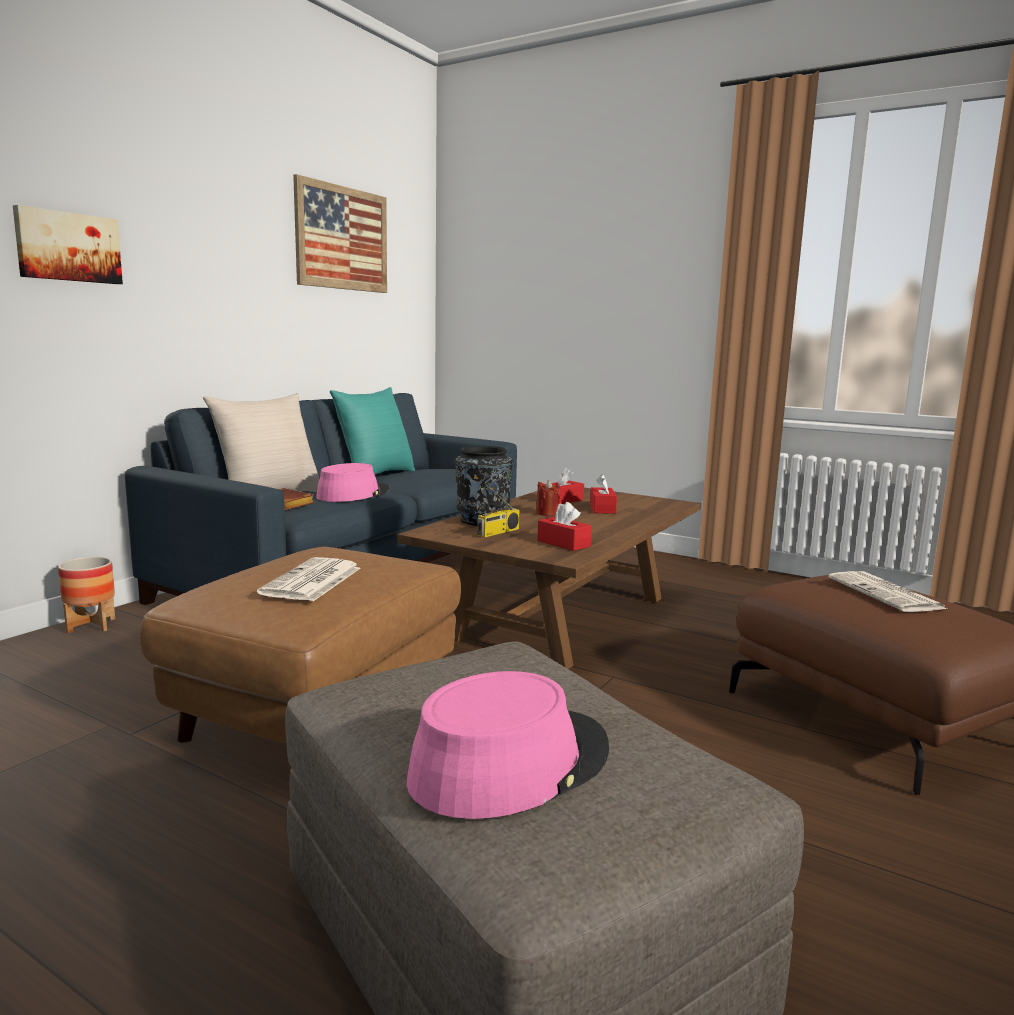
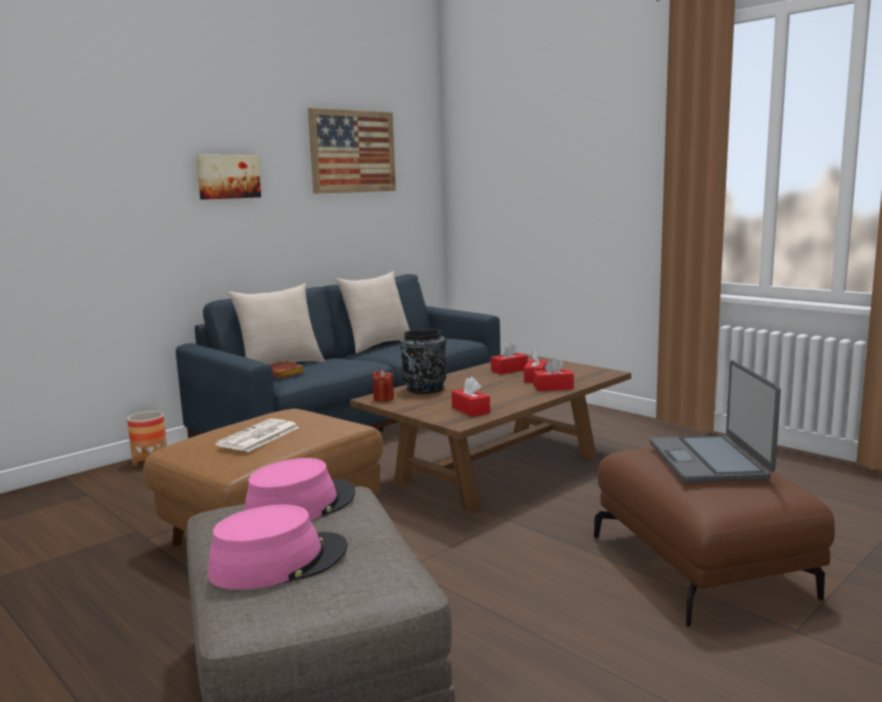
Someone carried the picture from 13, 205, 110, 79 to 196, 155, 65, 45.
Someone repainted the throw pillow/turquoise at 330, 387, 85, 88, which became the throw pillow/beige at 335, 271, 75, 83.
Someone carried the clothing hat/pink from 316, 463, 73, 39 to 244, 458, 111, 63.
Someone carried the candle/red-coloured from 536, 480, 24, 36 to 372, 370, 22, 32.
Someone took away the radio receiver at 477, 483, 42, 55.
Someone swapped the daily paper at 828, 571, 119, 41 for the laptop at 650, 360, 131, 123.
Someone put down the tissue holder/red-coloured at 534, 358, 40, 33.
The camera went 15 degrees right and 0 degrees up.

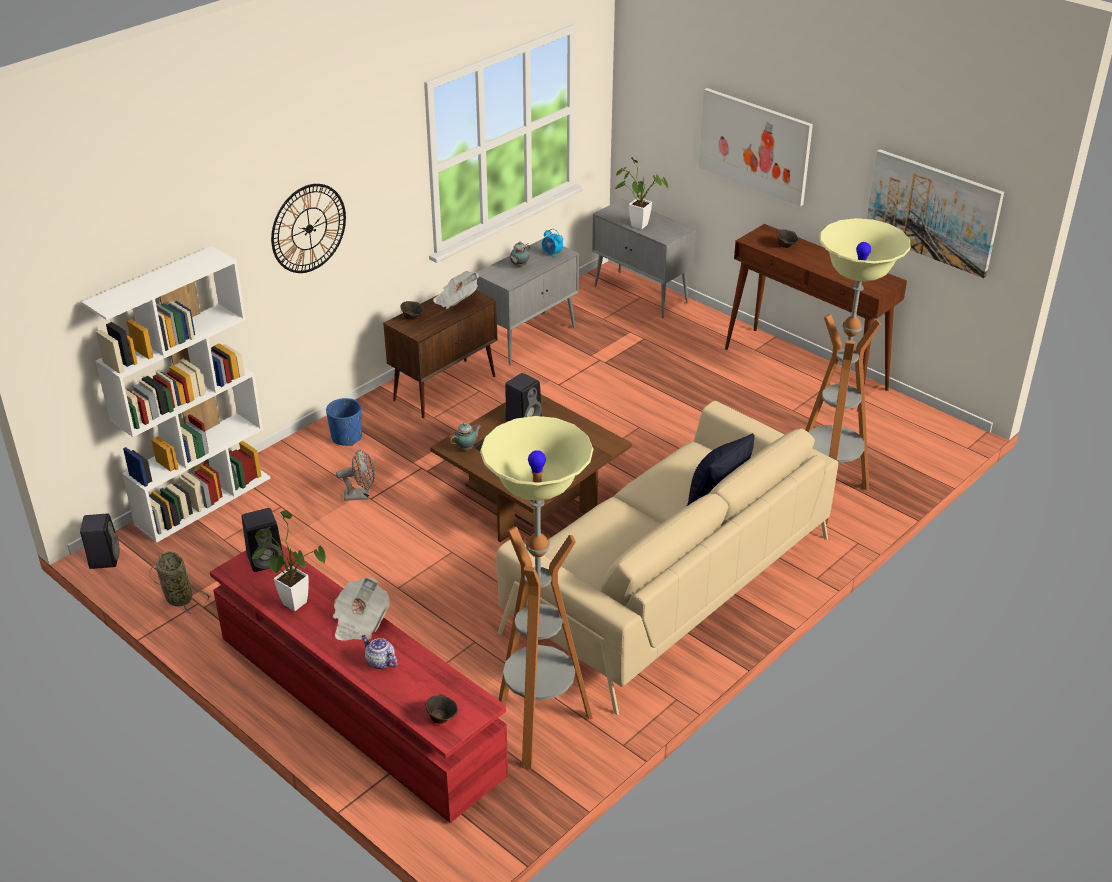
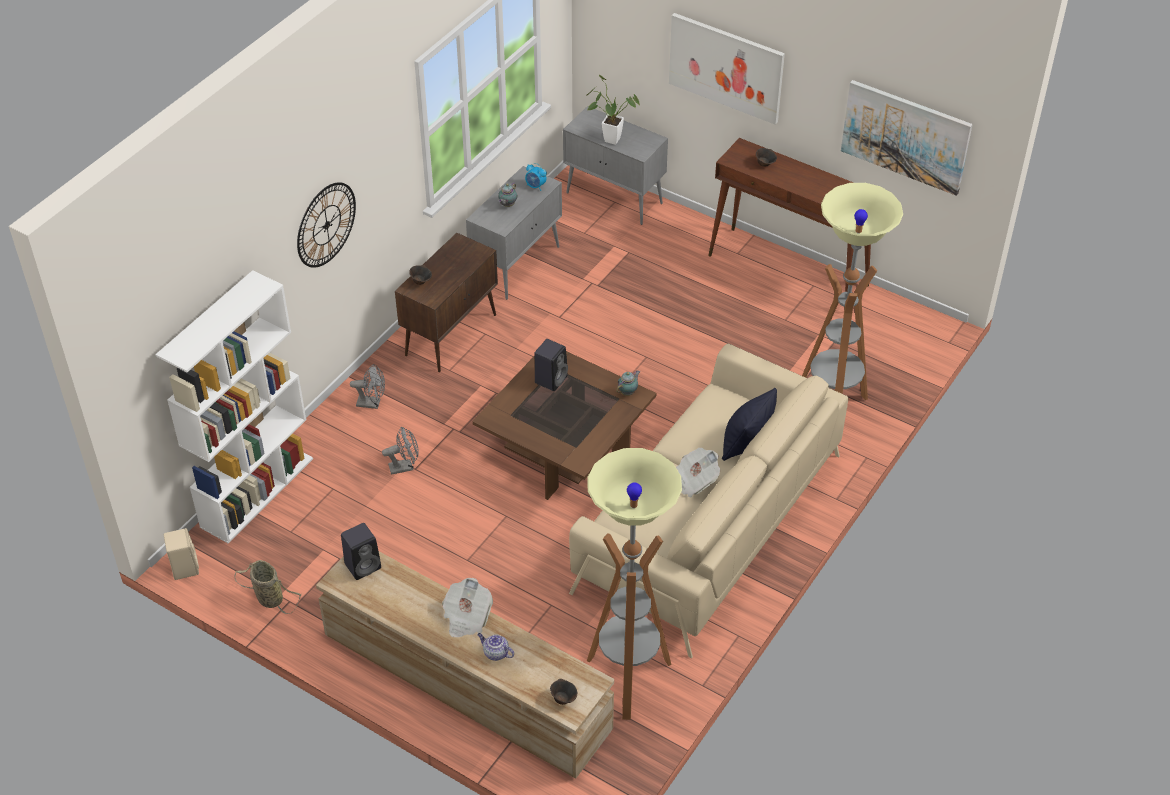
Someone carried the daily paper from 433, 271, 46, 38 to 676, 448, 44, 50.
Someone swapped the planter/blue at 326, 398, 36, 48 for the cooling fan/gray at 350, 364, 35, 45.
Someone carried the teapot from 450, 423, 31, 27 to 616, 370, 24, 26.
Someone took away the potted plant at 252, 510, 74, 101.
Someone repainted the speaker/blackish at 80, 514, 40, 55, which became the speaker/beige at 164, 528, 35, 52.
Someone repainted the tv stand/red-coloured at 210, 544, 298, 279, which became the tv stand/beige at 316, 552, 298, 227.
The camera went 10 degrees left and 10 degrees up.

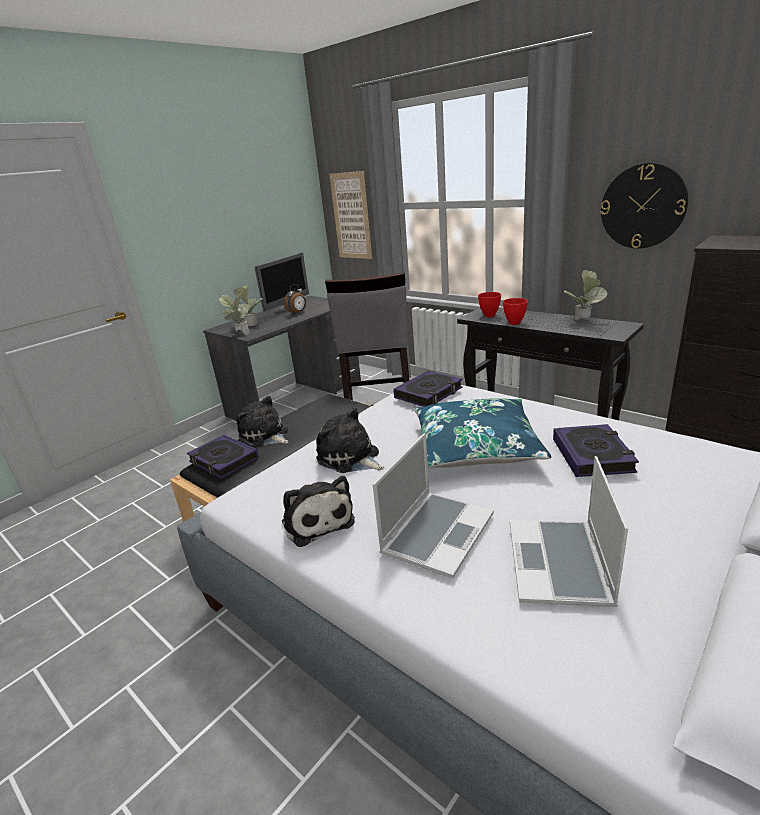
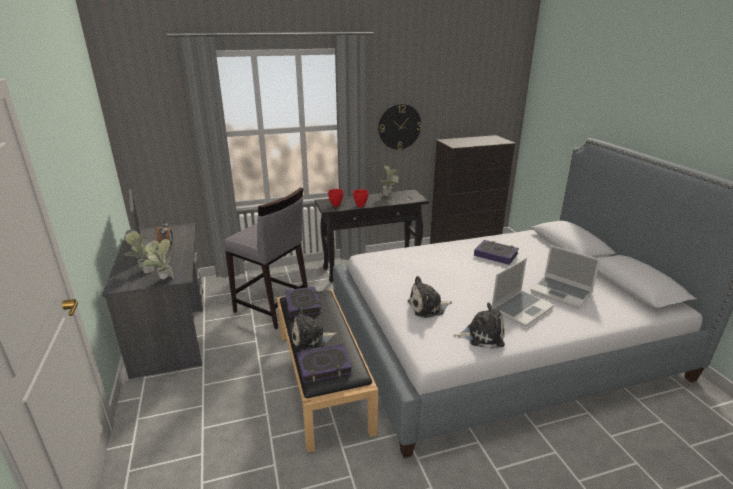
Someone took away the picture at 330, 171, 42, 88.
Someone carried the book from 394, 370, 69, 37 to 285, 287, 36, 31.
Someone took away the throw pillow/blue at 414, 398, 137, 70.
Someone rotated the laptop at 372, 433, 122, 145 by 75 degrees clockwise.
The camera went 60 degrees left and 0 degrees up.

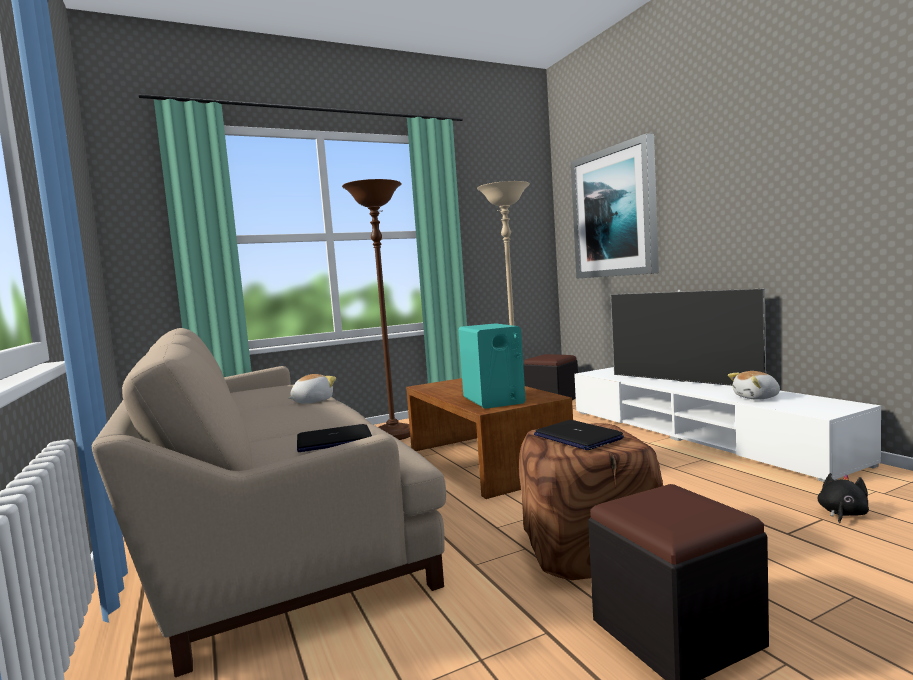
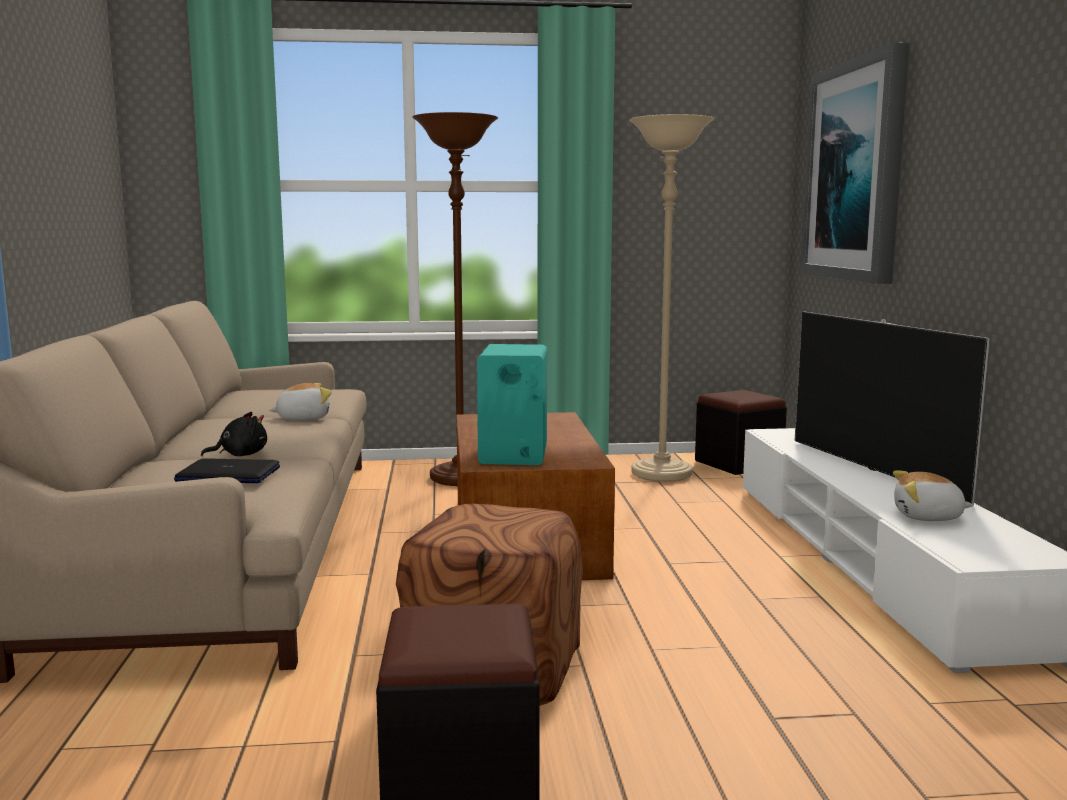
Someone took away the laptop at 534, 420, 90, 30.
Someone carried the plush toy/blackish from 818, 473, 51, 50 to 201, 412, 66, 44.
The camera went 20 degrees right and 5 degrees up.

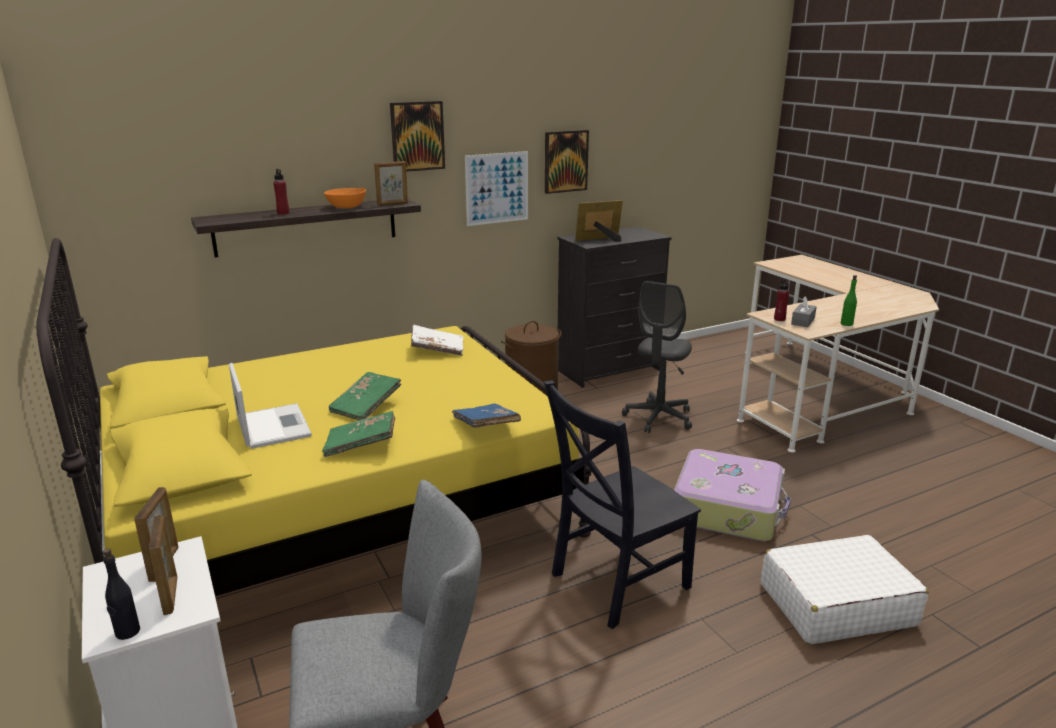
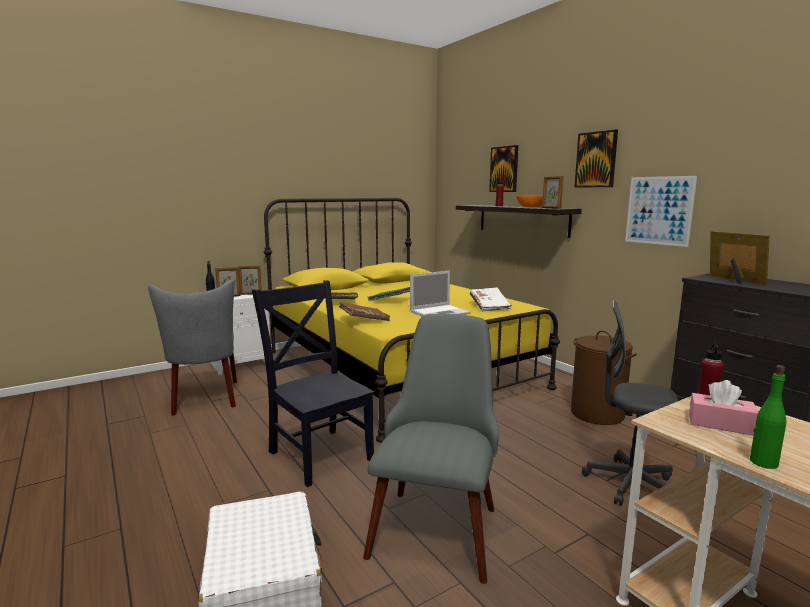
Someone carried the picture from 545, 130, 44, 64 to 489, 145, 29, 47.
Someone repainted the tissue holder/gray at 791, 296, 26, 31, which became the tissue holder/pink at 689, 380, 69, 56.
Someone carried the laptop from 229, 363, 83, 86 to 410, 271, 61, 45.
Someone repainted the book/blue at 452, 404, 69, 24, which became the book/brown-coloured at 339, 302, 51, 19.
Someone swapped the piece of luggage at 674, 449, 117, 92 for the chair/gray at 363, 314, 136, 270.
The camera went 85 degrees right and 10 degrees down.

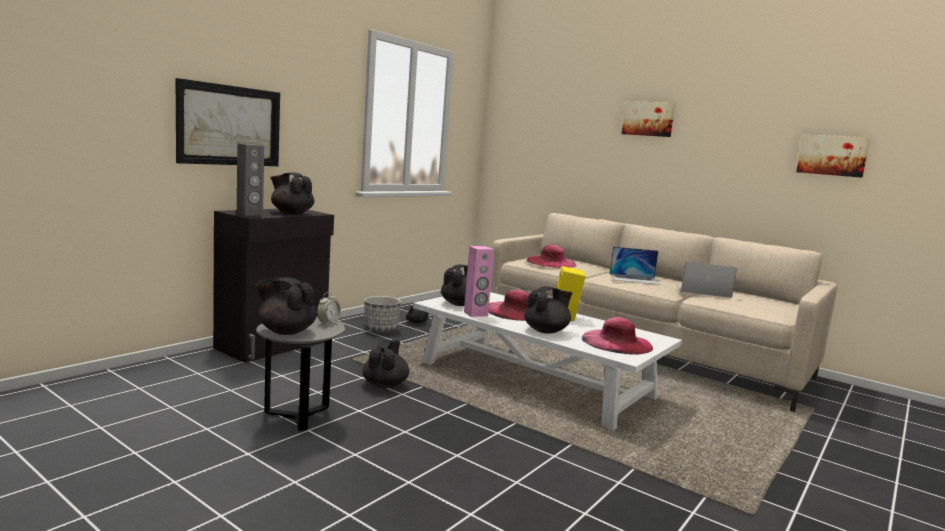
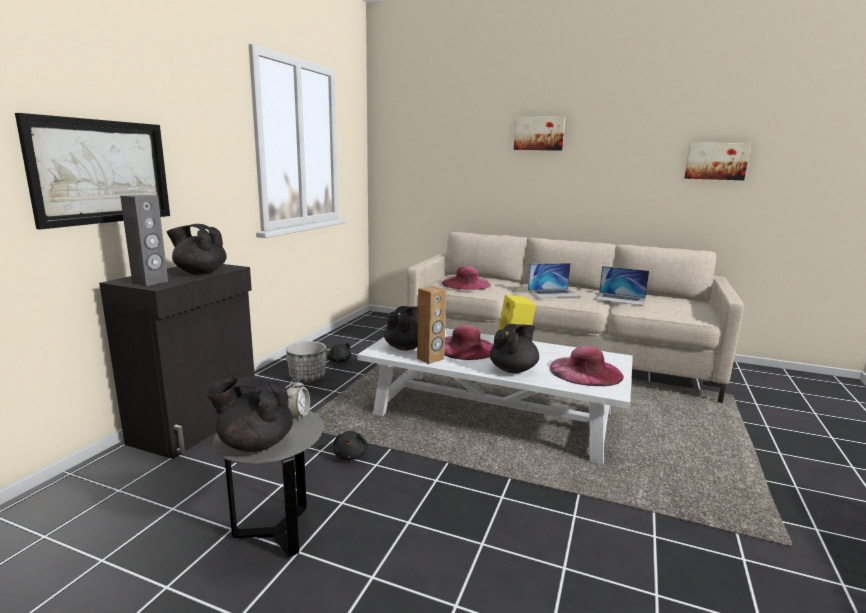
Someone repainted the speaker/pink at 464, 246, 30, 71, which became the speaker/brown-coloured at 417, 286, 29, 78.
Someone rotated the laptop at 677, 261, 60, 37 by 150 degrees counterclockwise.
Someone swapped the teapot/blackish at 362, 340, 47, 48 for the plush toy/blackish at 333, 431, 35, 29.
The camera went 15 degrees left and 5 degrees up.

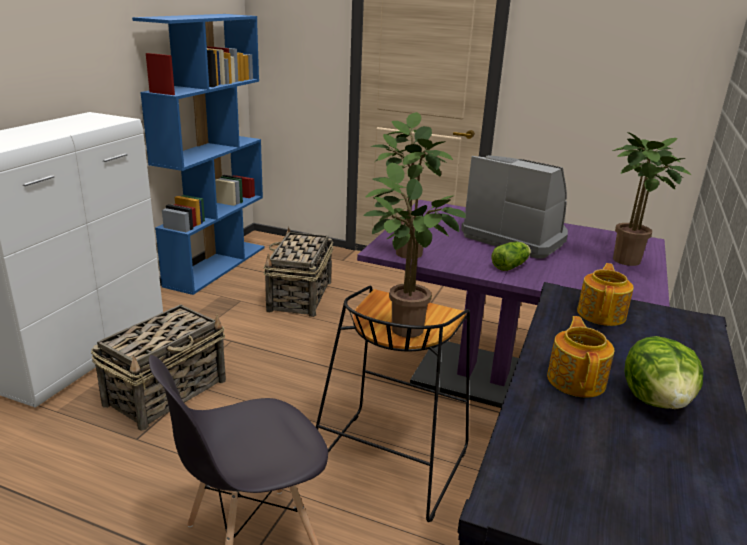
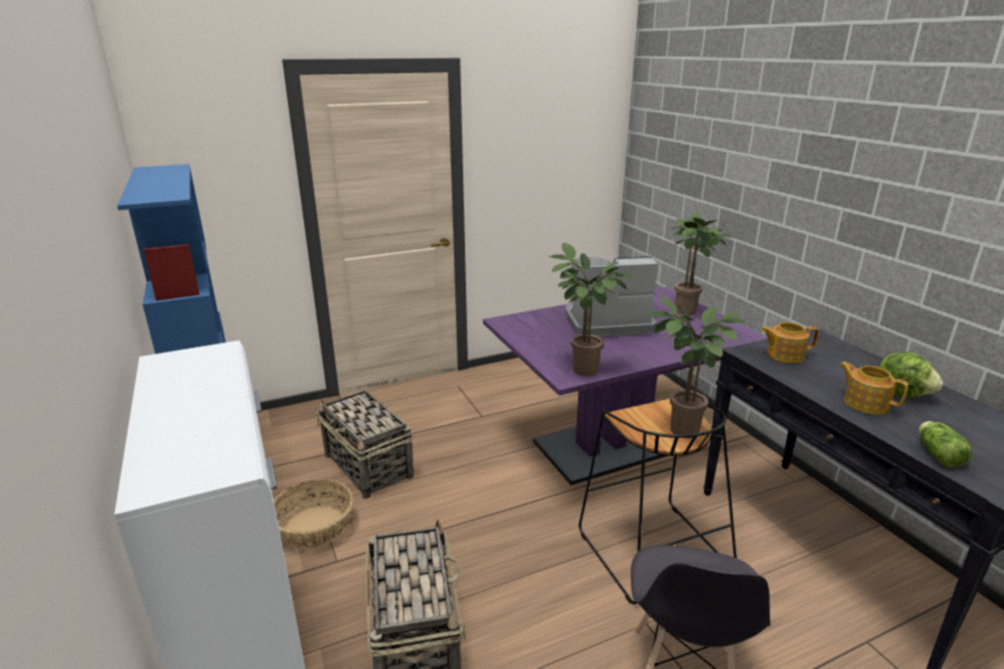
Someone carried the lettuce from 491, 242, 40, 29 to 919, 421, 53, 46.
Someone rotated the teapot at 577, 263, 57, 63 by 60 degrees counterclockwise.
Someone put down the storage basket at 274, 479, 79, 70.
The camera went 45 degrees left and 0 degrees up.

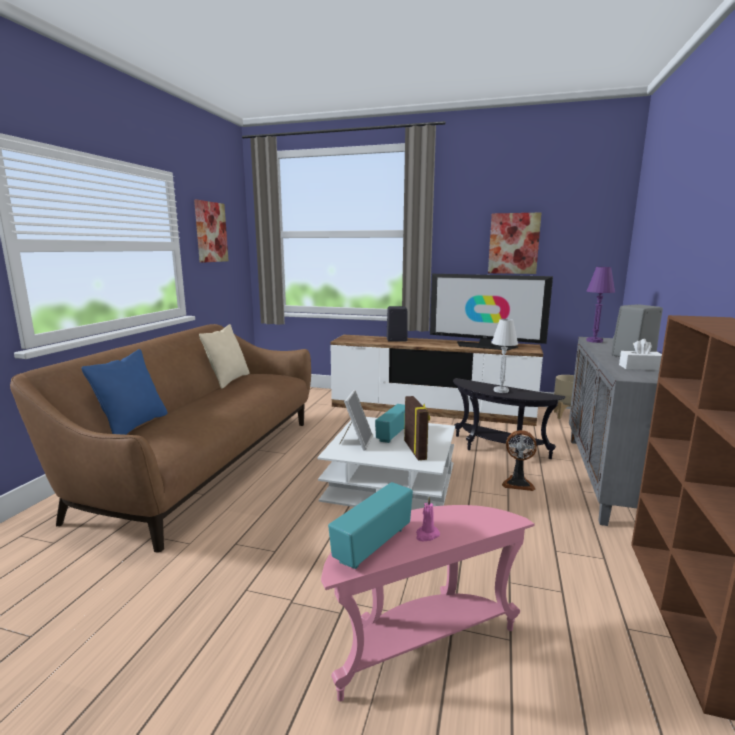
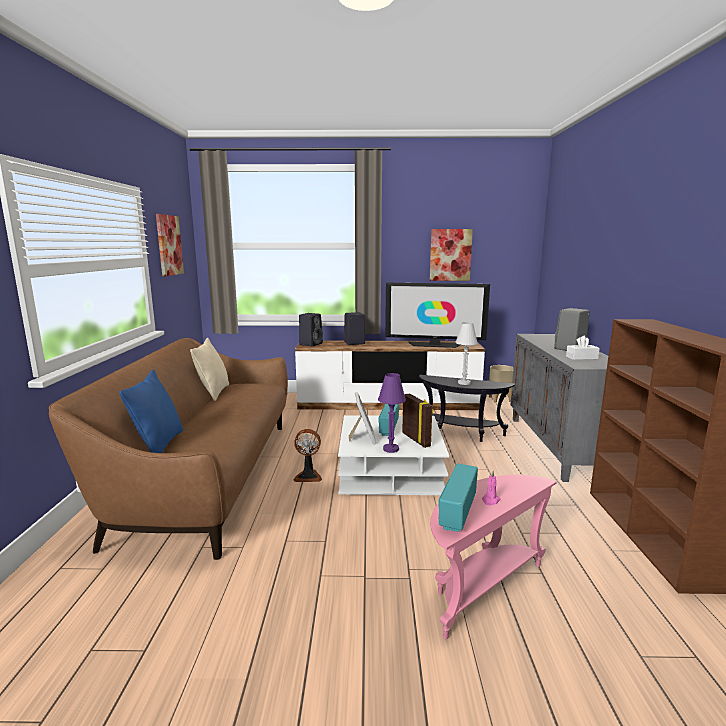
Someone carried the tabletop lamp/purple-coloured from 586, 267, 29, 76 to 378, 373, 28, 80.
Someone carried the cooling fan from 502, 430, 35, 61 to 293, 429, 29, 53.
Someone put down the speaker/blackish at 299, 313, 24, 33.
The camera went 15 degrees left and 0 degrees up.

